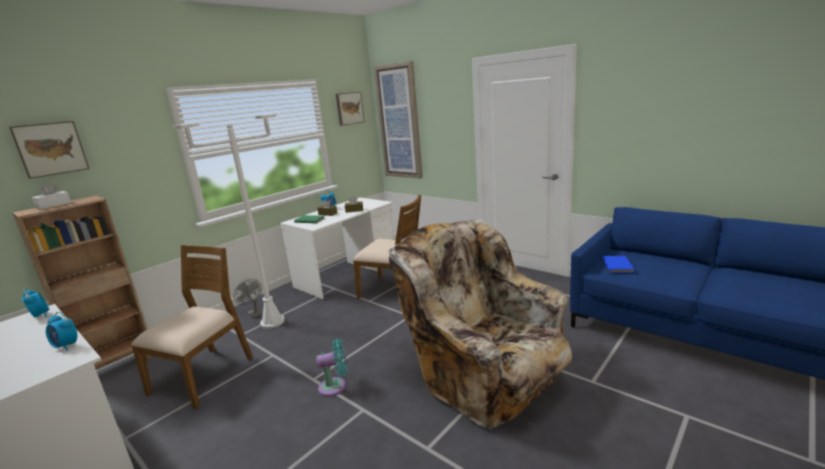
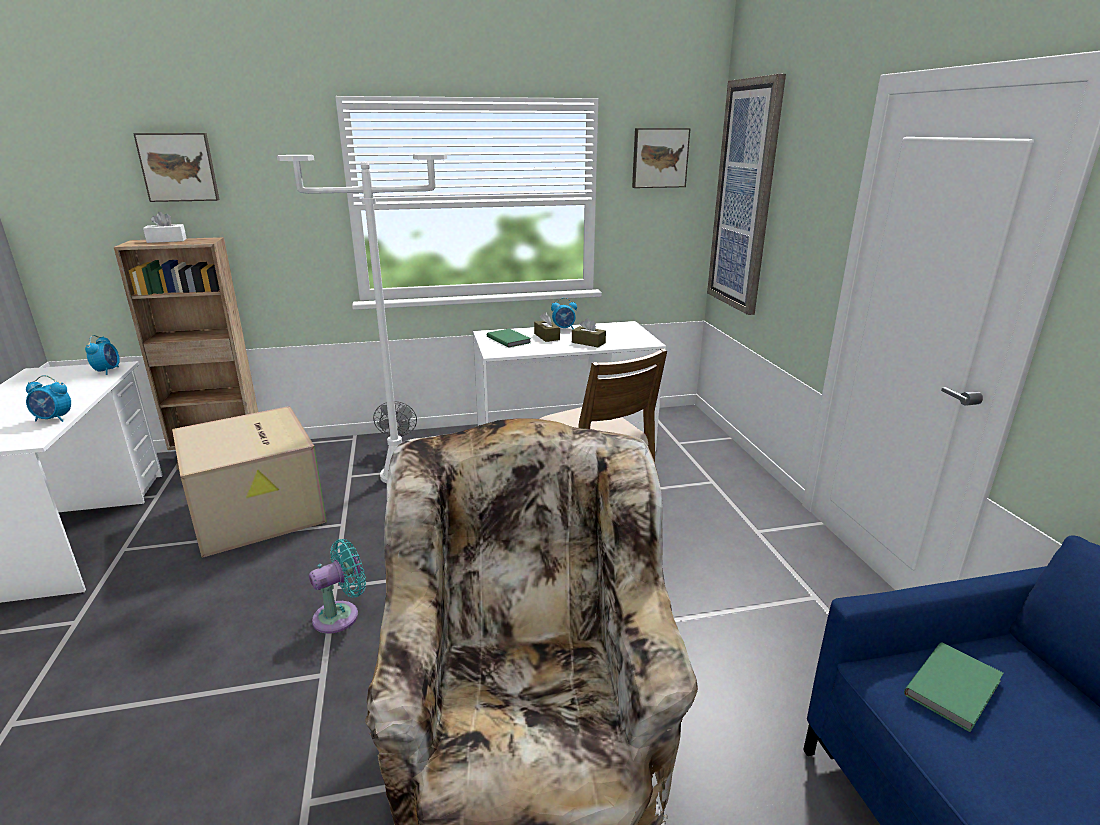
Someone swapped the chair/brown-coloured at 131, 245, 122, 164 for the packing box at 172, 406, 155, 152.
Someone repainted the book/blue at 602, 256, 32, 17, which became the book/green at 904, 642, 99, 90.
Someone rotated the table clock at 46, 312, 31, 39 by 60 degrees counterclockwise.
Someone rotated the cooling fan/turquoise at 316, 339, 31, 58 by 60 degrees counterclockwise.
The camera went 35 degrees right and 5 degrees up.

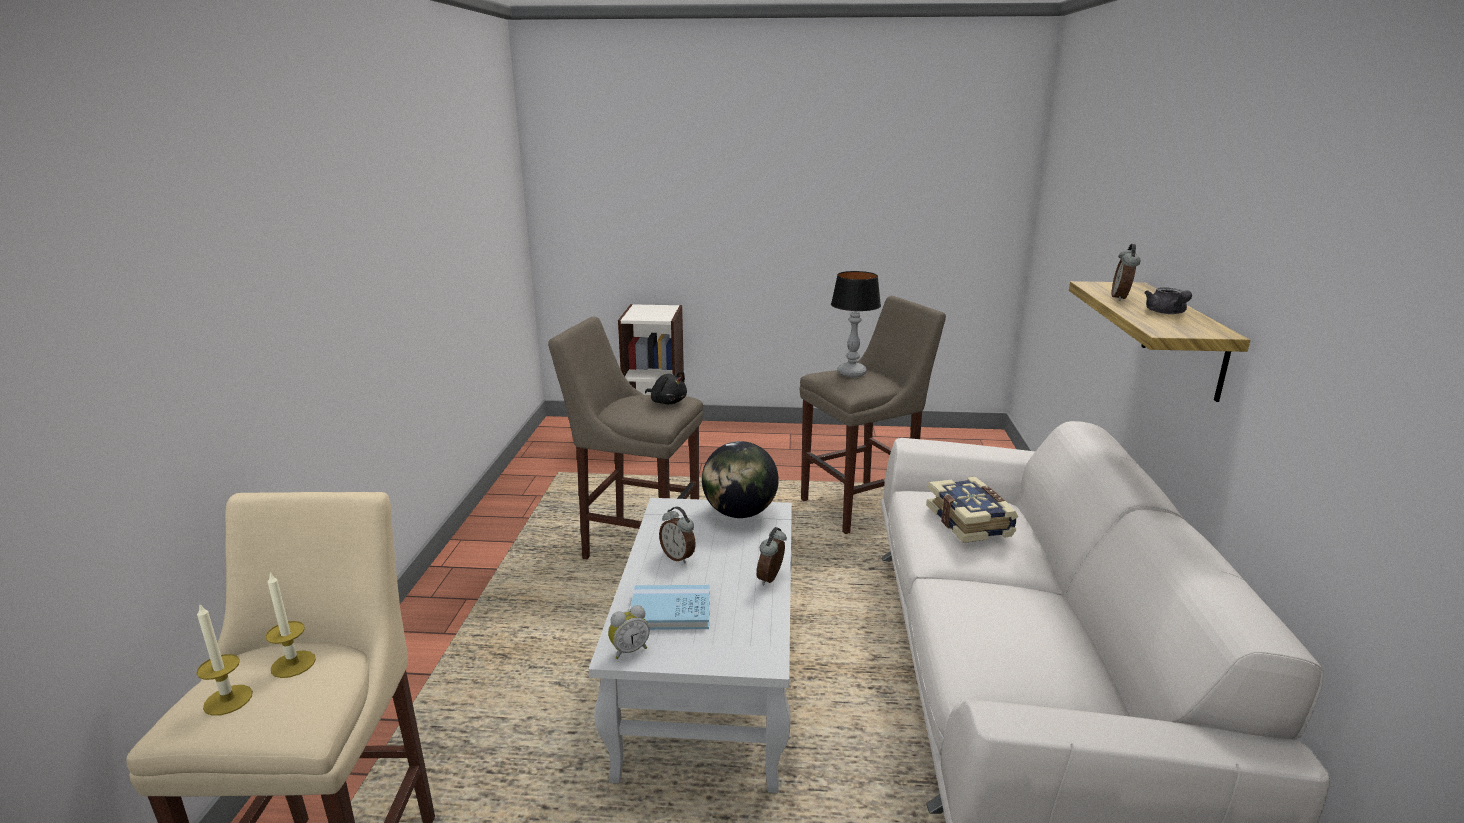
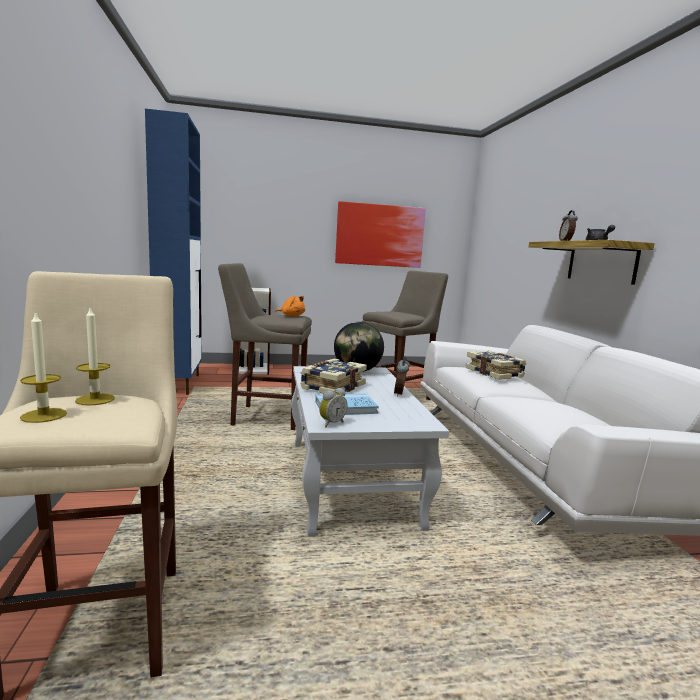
Someone took away the tabletop lamp at 831, 271, 50, 106.
Someone repainted the plush toy/blackish at 645, 371, 42, 33, which became the plush toy/orange at 275, 296, 30, 21.
Someone swapped the table clock at 659, 507, 37, 57 for the book at 300, 359, 67, 35.
Someone put down the storage cabinet/blue at 145, 109, 57, 286.
Someone put up the picture at 335, 201, 91, 67.
The camera went 15 degrees left and 10 degrees down.

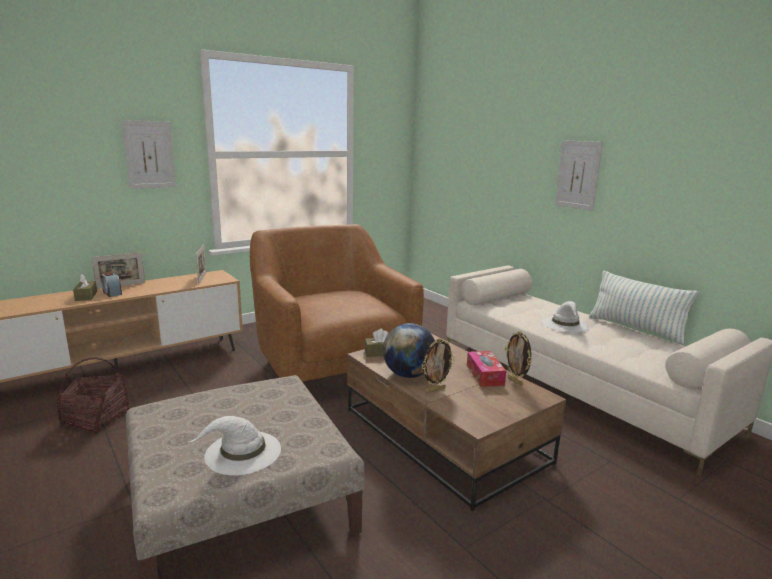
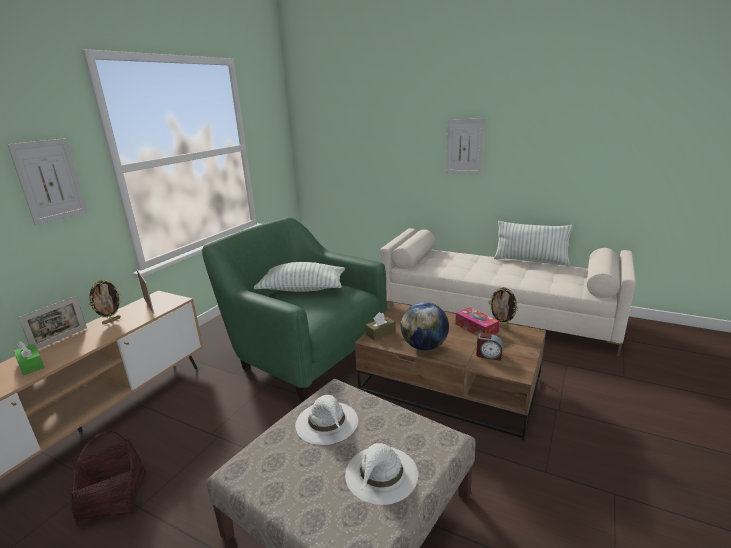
Someone repainted the armchair/brown-coloured at 250, 224, 174, 158, which became the armchair/green at 202, 217, 185, 186.
Someone carried the table clock from 101, 272, 21, 25 to 476, 333, 27, 28.
Someone repainted the tissue holder/brown-coloured at 73, 274, 24, 27, which became the tissue holder/green at 13, 341, 32, 34.
Someone carried the clothing hat/white from 542, 301, 47, 32 to 295, 395, 63, 50.
Someone carried the standing frame from 422, 338, 32, 54 to 89, 279, 32, 46.
Someone put down the throw pillow at 254, 262, 91, 30.
The camera went 25 degrees left and 5 degrees up.

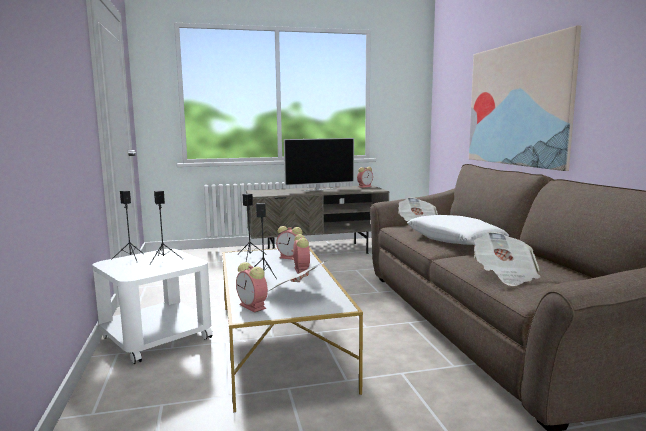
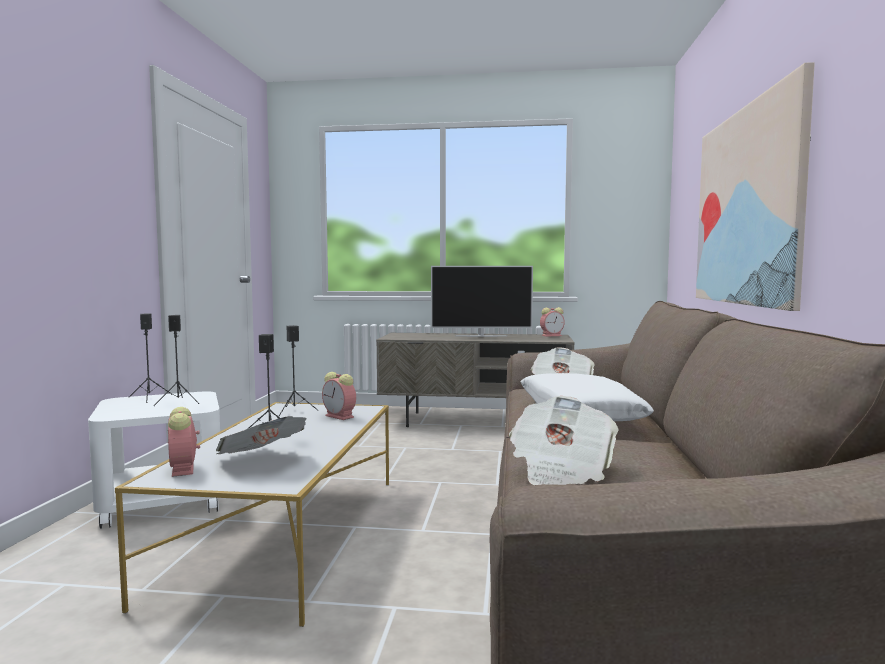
Someone took away the table clock at 291, 234, 19, 40.
The camera went 20 degrees right and 5 degrees down.

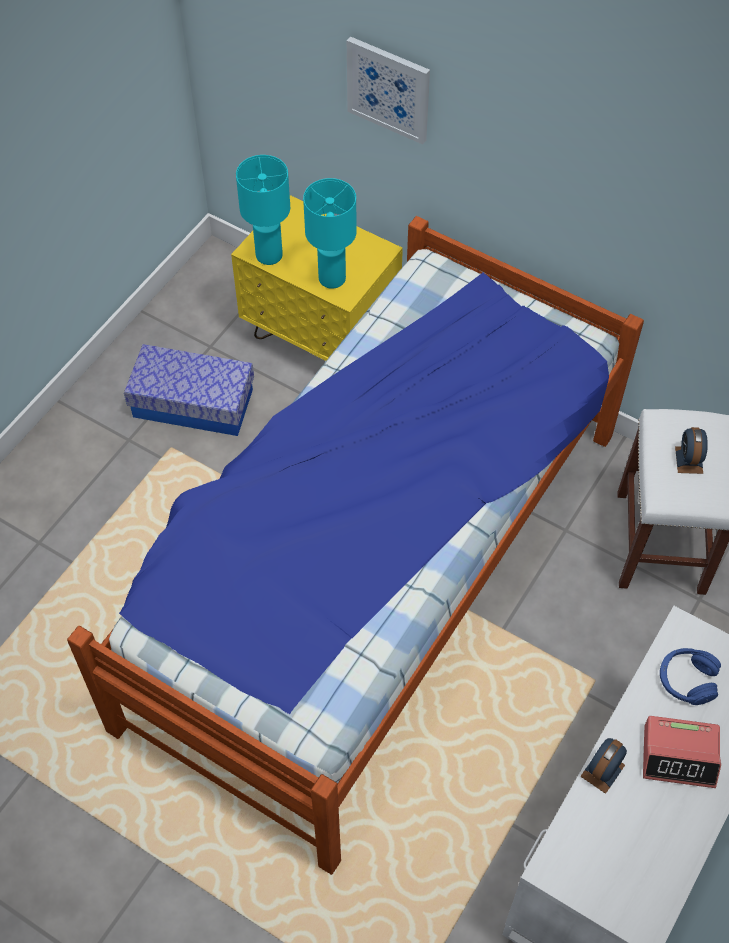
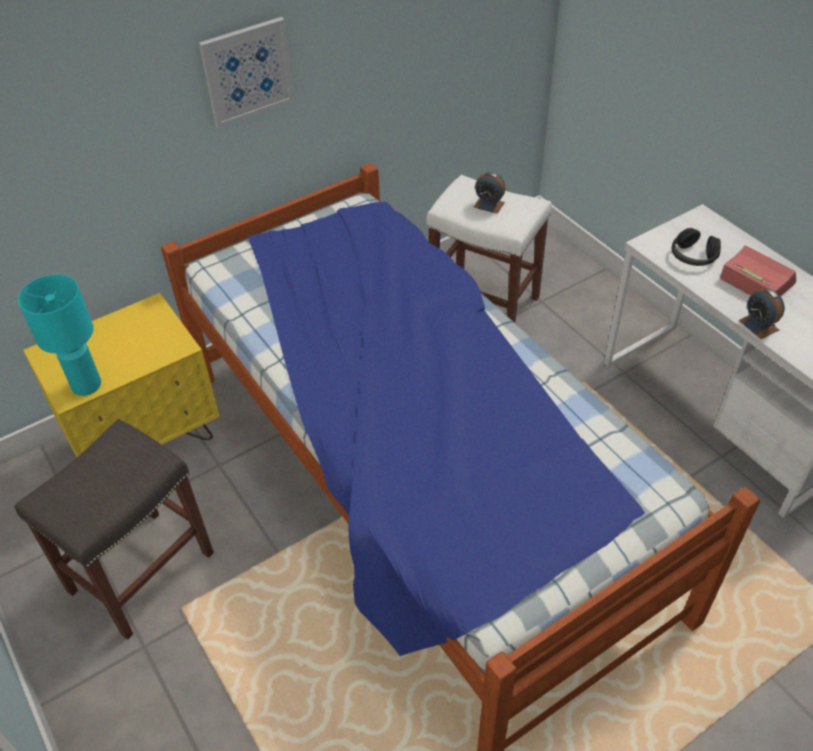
Someone carried the picture from 347, 36, 83, 109 to 199, 17, 96, 111.
Someone took away the tabletop lamp/turquoise at 303, 178, 53, 111.
Someone swapped the storage box at 124, 344, 130, 92 for the stool/gray at 14, 419, 200, 221.
Someone repainted the headset/blue at 660, 648, 61, 57, which became the headset/blackish at 672, 228, 49, 38.
Someone rotated the table clock at 643, 716, 78, 72 by 75 degrees counterclockwise.
The camera went 65 degrees left and 10 degrees down.

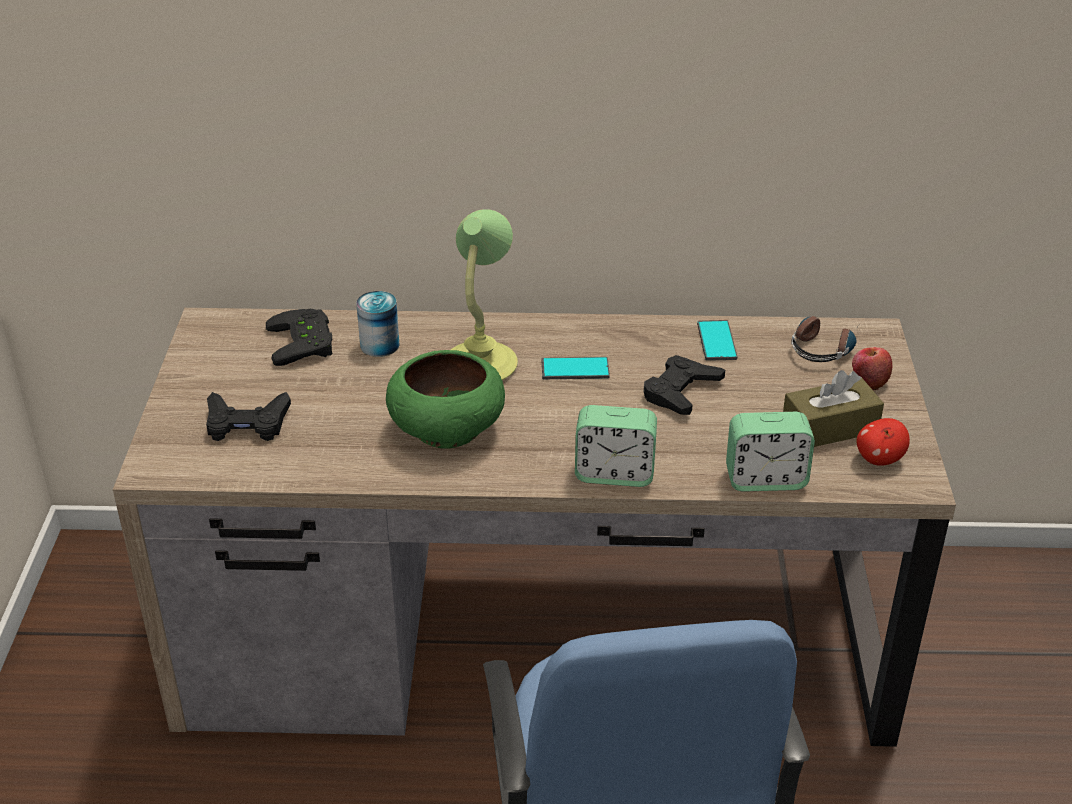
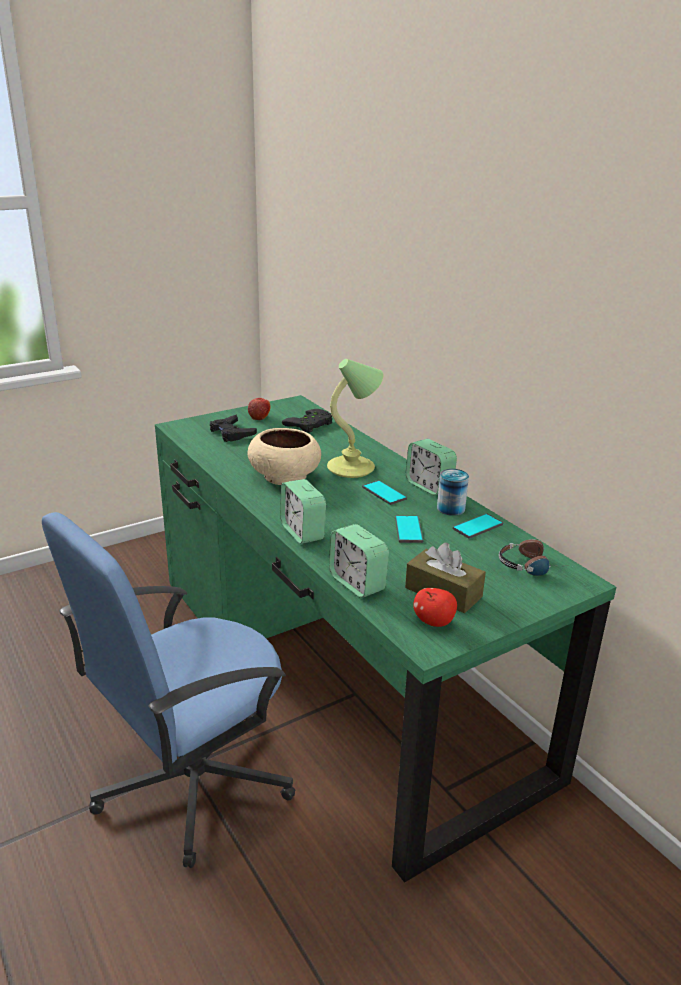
Someone carried the can from 356, 291, 44, 66 to 437, 469, 32, 47.
Someone repainted the desk table/brown-coloured at 113, 308, 843, 439, which became the desk table/green at 155, 395, 461, 488.
Someone carried the whole apple from 852, 347, 41, 43 to 248, 398, 23, 22.
Someone repainted the serving bowl/green at 386, 350, 119, 99, which became the serving bowl/beige at 248, 428, 73, 57.
Someone swapped the joypad/blackish at 644, 355, 81, 60 for the handset at 395, 516, 28, 27.
Someone put down the table clock at 406, 439, 51, 56.
The camera went 55 degrees right and 10 degrees down.

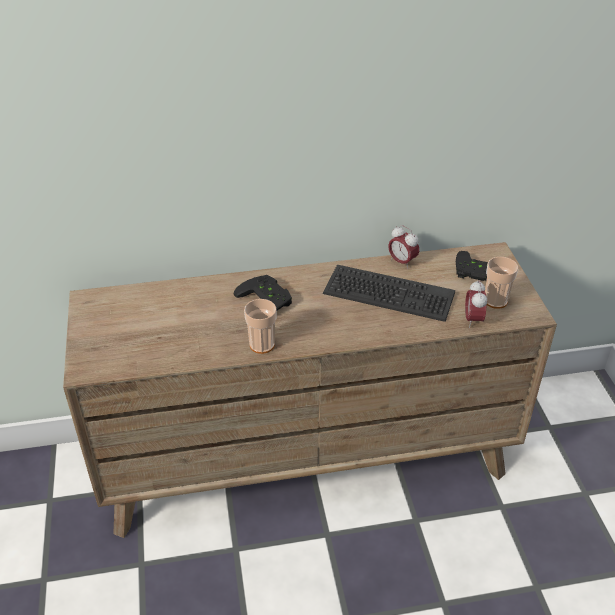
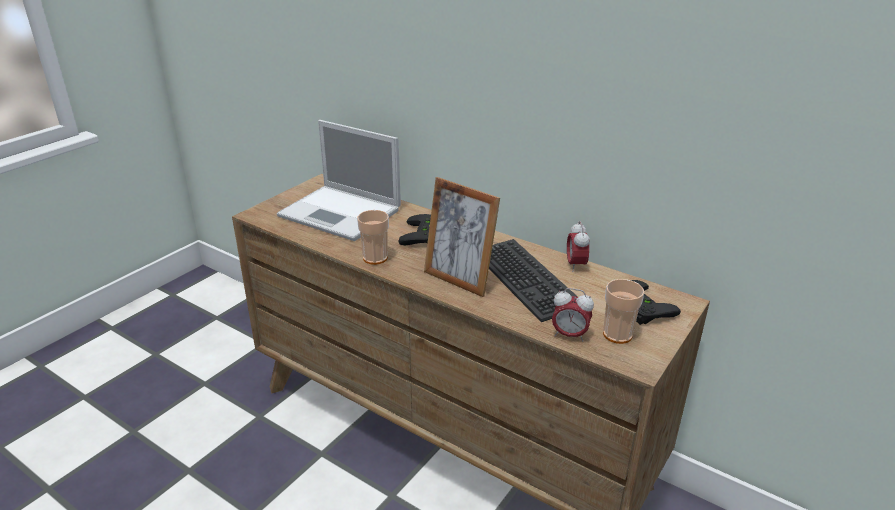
Someone rotated the table clock at 465, 280, 22, 48 by 120 degrees counterclockwise.
Someone put down the laptop at 277, 120, 124, 121.
Someone put down the standing frame at 424, 177, 76, 120.
The camera went 45 degrees right and 10 degrees down.

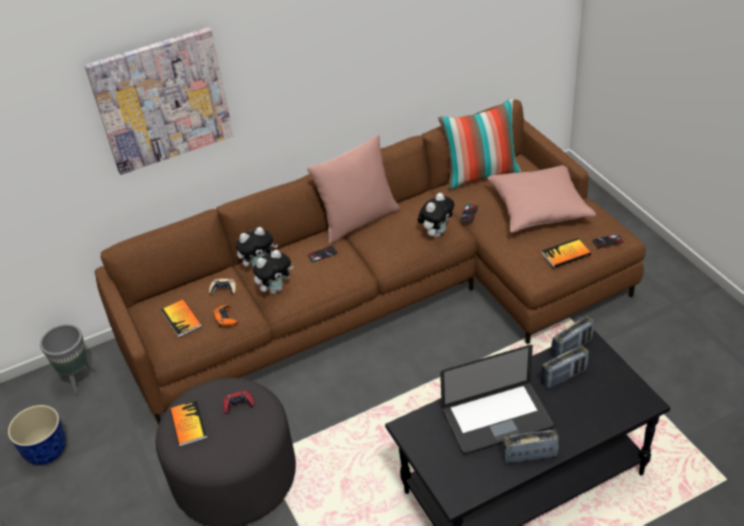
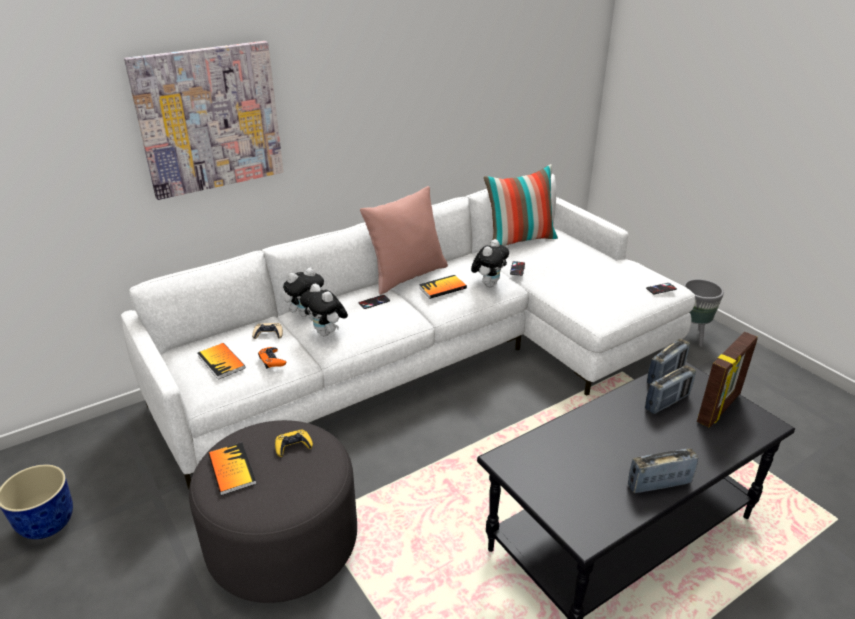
Someone repainted the settee/brown-coloured at 95, 99, 551, 326, which became the settee/white at 121, 173, 574, 316.
Someone took away the throw pillow/pink at 488, 165, 108, 68.
Someone carried the book from 542, 238, 49, 30 to 419, 275, 48, 24.
Someone rotated the plush toy at 253, 250, 41, 44 by 90 degrees clockwise.
Someone carried the planter/gray from 40, 324, 57, 71 to 683, 279, 41, 68.
Someone took away the laptop at 440, 345, 114, 110.
Someone repainted the joypad/red-coloured at 223, 390, 31, 24, which became the joypad/yellowish at 275, 430, 38, 27.
Someone put down the standing frame at 697, 332, 60, 96.
The camera went 10 degrees left and 10 degrees down.

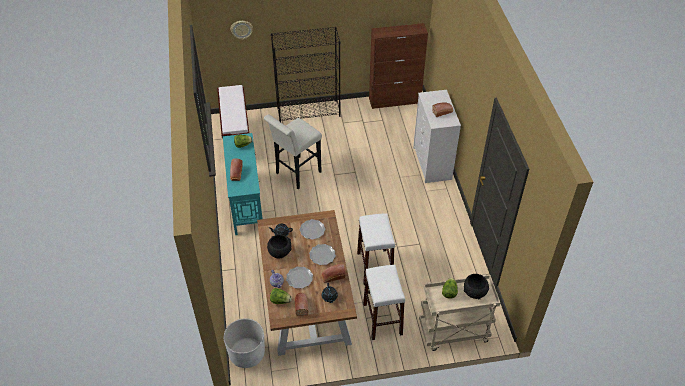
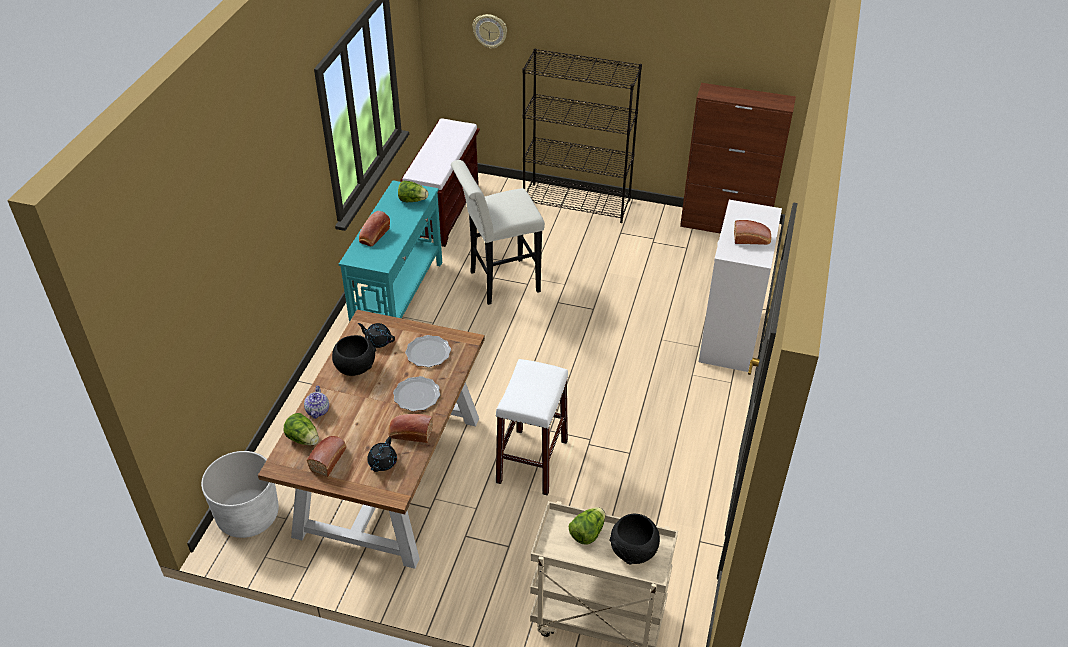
Someone took away the stool/white at 363, 265, 42, 75.
Someone took away the dinner plate at 286, 267, 27, 21.
The camera went 25 degrees right and 5 degrees down.

